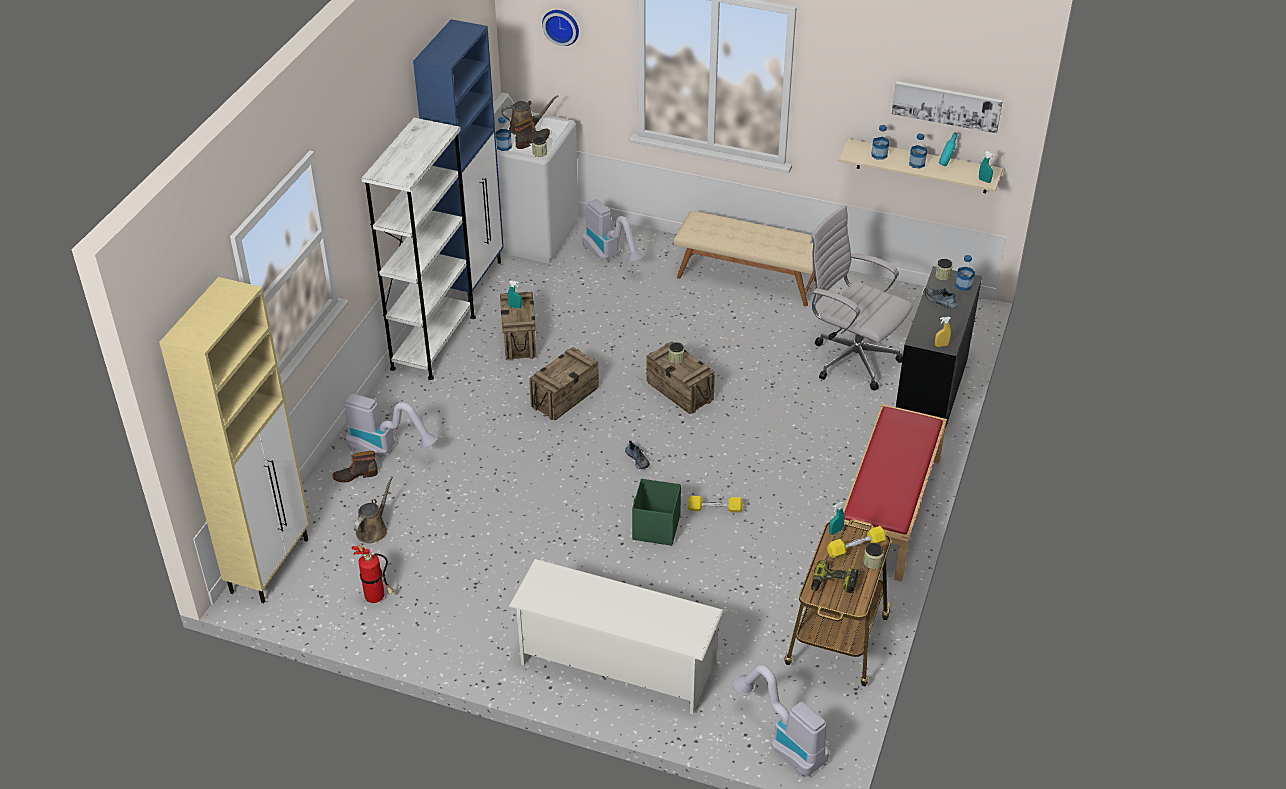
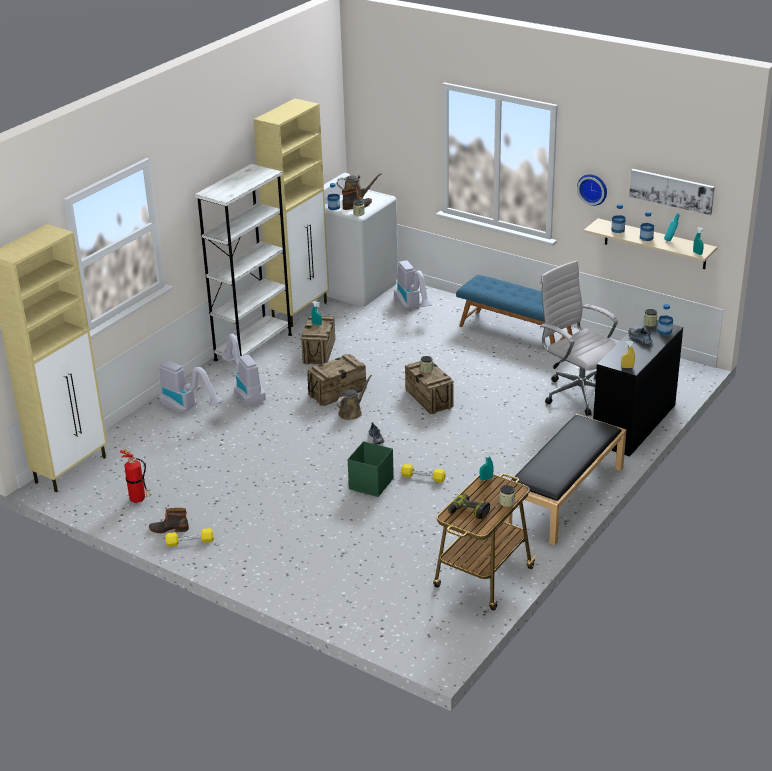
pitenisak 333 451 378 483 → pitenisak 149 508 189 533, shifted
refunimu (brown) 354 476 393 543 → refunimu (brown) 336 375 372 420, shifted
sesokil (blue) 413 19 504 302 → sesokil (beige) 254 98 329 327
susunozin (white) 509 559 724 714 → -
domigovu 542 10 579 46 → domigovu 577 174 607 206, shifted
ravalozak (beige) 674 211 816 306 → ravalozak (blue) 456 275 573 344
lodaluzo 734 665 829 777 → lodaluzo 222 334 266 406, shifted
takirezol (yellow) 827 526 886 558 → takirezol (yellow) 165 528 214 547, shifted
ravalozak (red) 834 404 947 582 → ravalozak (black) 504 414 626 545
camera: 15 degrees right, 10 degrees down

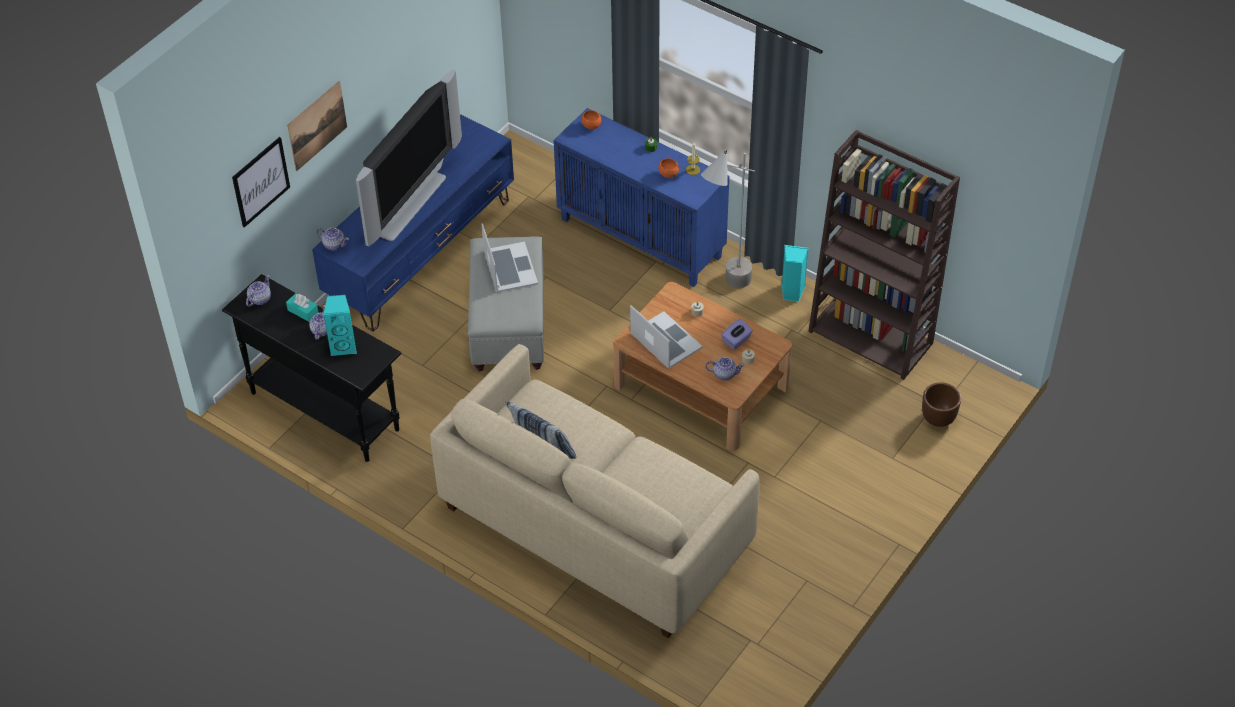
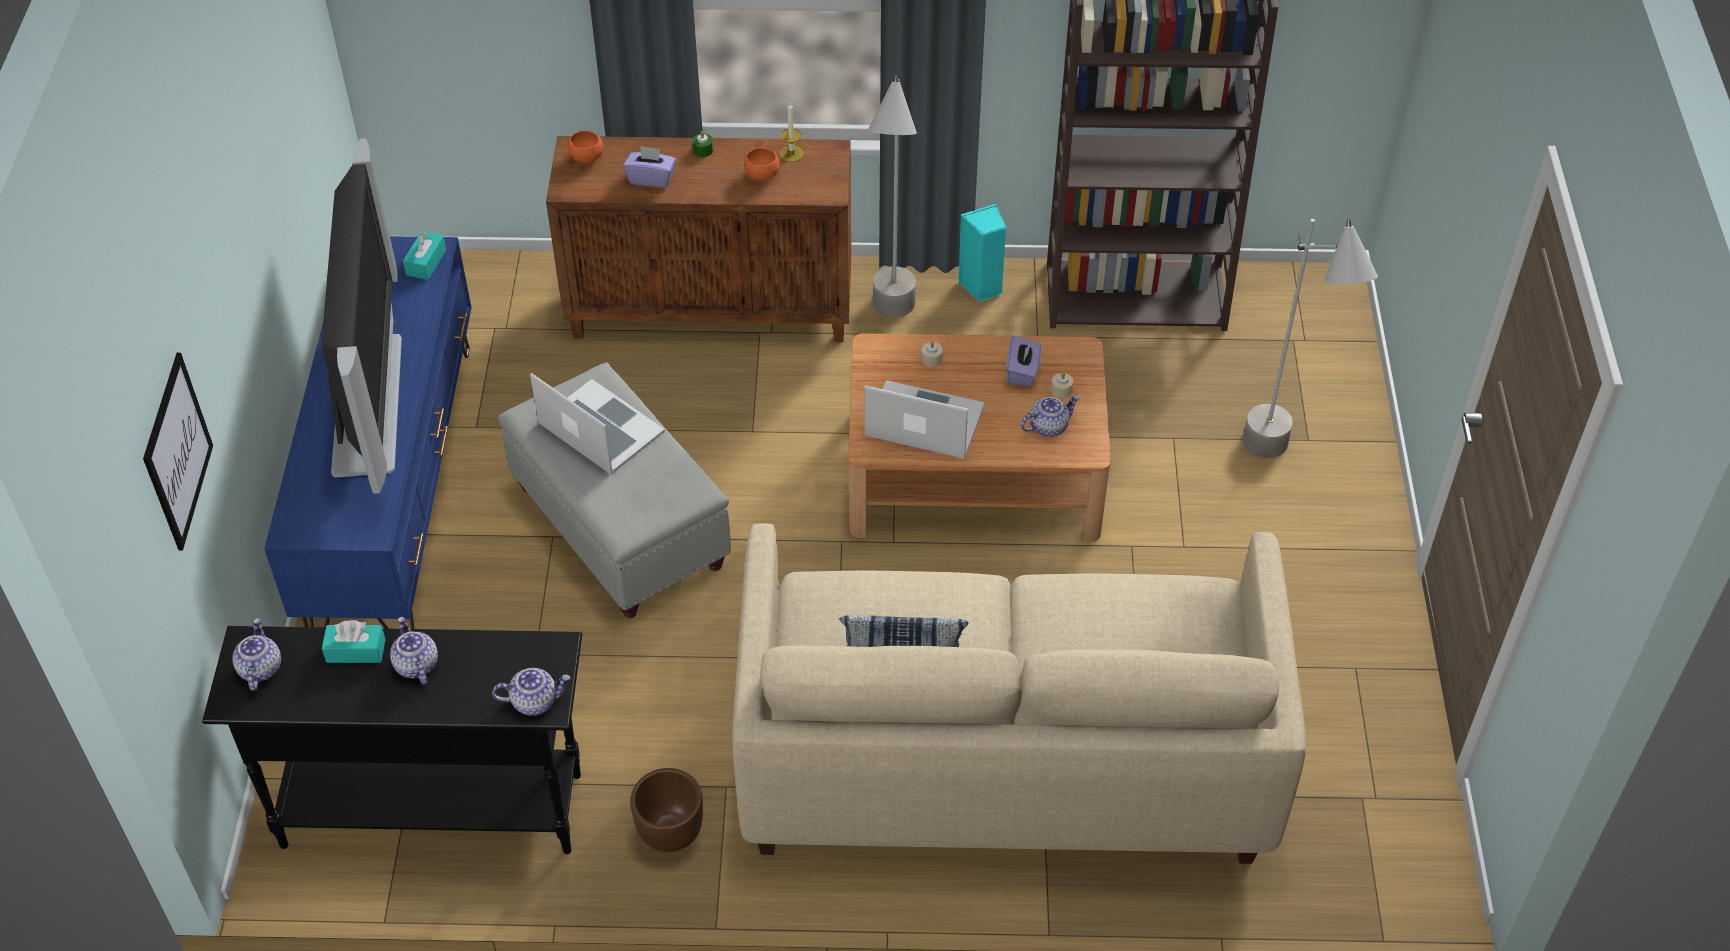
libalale 287 81 347 171 → -
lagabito 316 228 349 250 → lagabito 492 668 570 716, shifted
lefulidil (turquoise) 323 295 357 356 → -
sesokil (blue) 554 108 729 287 → sesokil (brown) 546 136 851 342
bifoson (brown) 922 382 961 427 → bifoson (brown) 630 768 703 852, shifted
- → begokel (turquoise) 403 231 446 280
- → begokel (purple) 623 146 676 188
- → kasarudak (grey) 1243 219 1378 458
camera: 35 degrees left, 0 degrees up

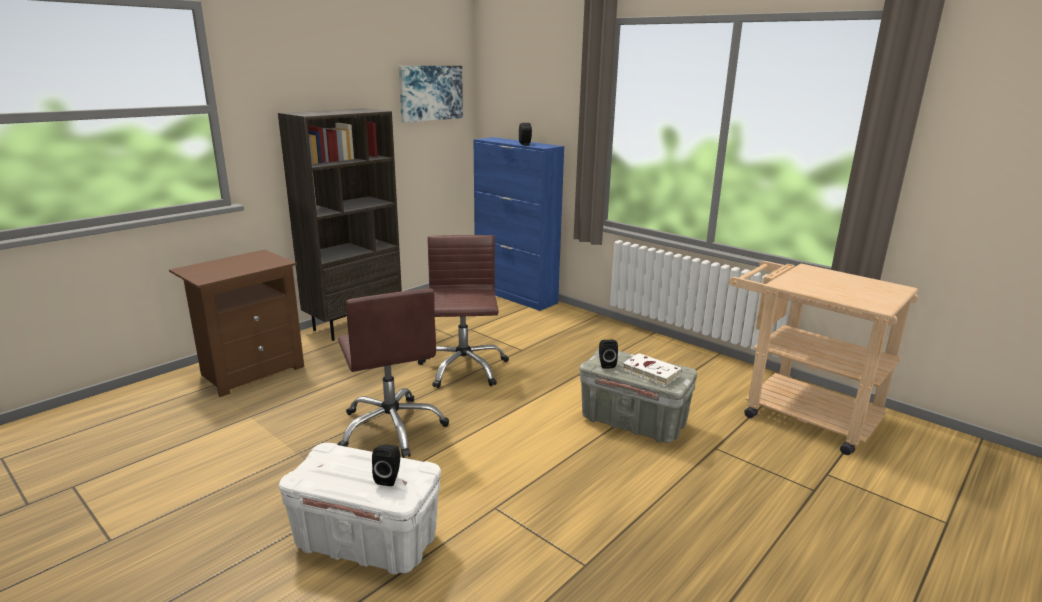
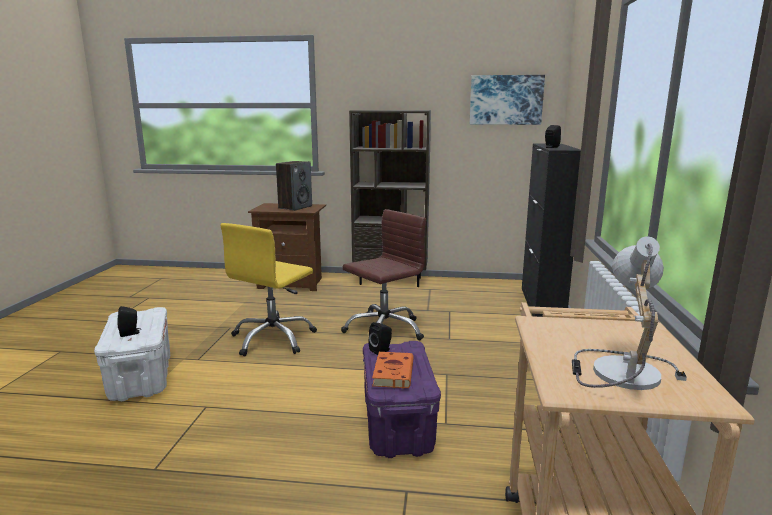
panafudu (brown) 338 289 449 458 → panafudu (yellow) 220 223 317 356
sesokil (blue) 473 137 564 311 → sesokil (black) 522 144 581 317
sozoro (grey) 580 349 697 443 → sozoro (purple) 363 341 441 458
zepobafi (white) 622 353 682 386 → zepobafi (orange) 372 352 414 389
- → lefulidil 276 161 312 211
- → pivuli 572 236 687 390
camera: 55 degrees right, 5 degrees down

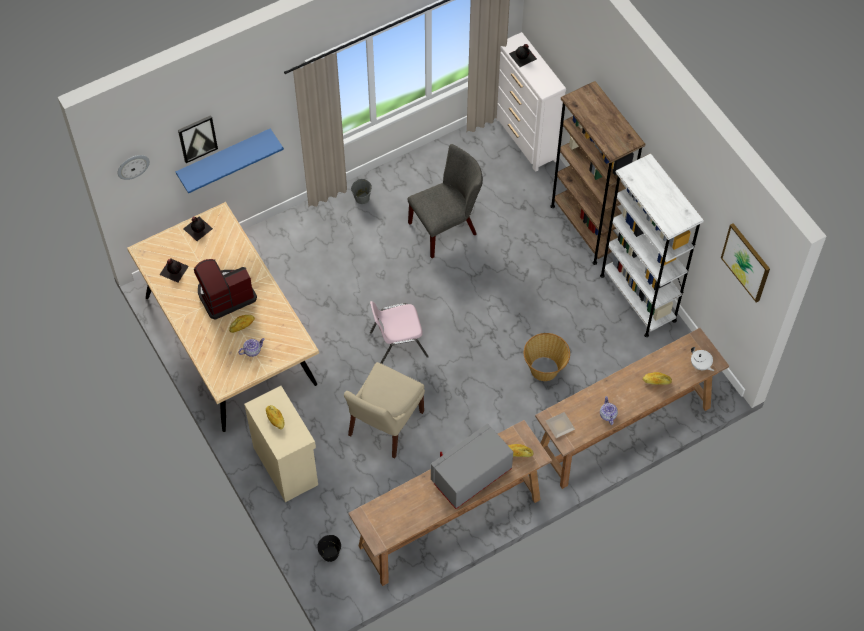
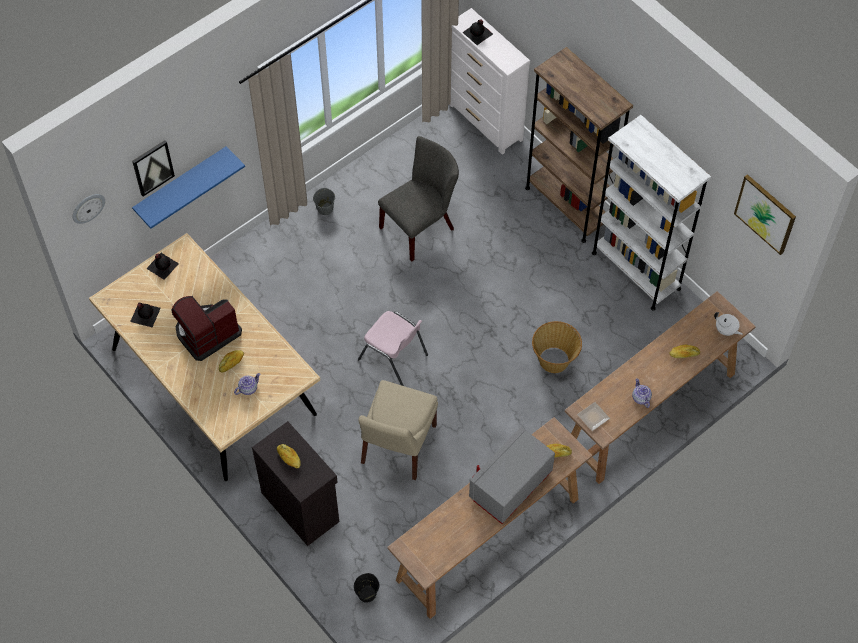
sesokil (beige) 244 386 318 502 → sesokil (black) 252 421 339 546
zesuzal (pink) 370 301 429 364 → zesuzal (pink) 358 311 428 386, 120 degrees counterclockwise
camera: 10 degrees left, 0 degrees up

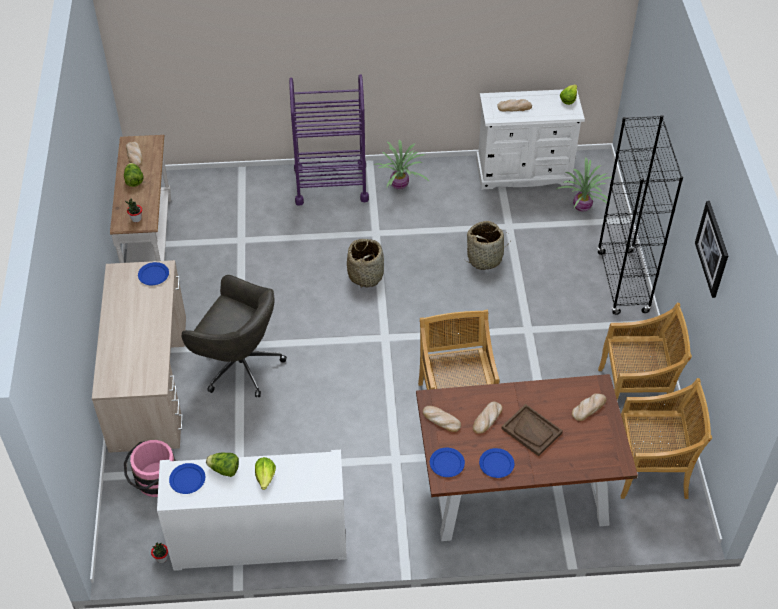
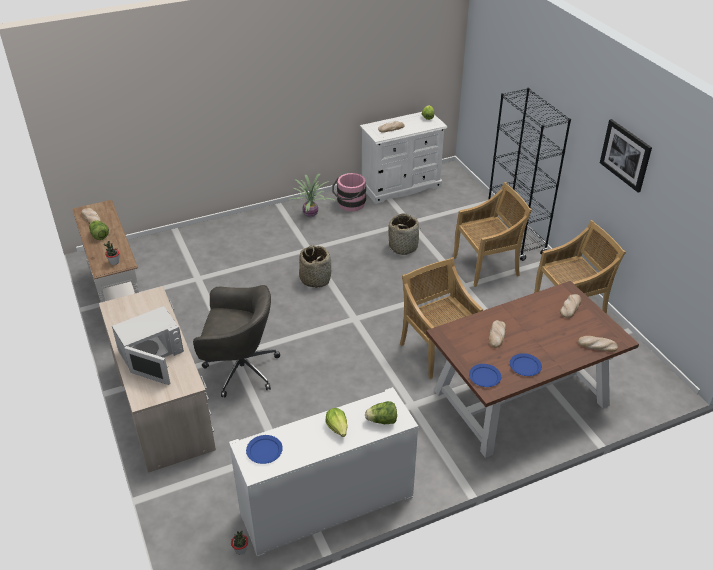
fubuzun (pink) 124 440 175 497 → fubuzun (pink) 332 173 366 211, shifted
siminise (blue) 138 262 169 285 → -
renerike 206 453 239 477 → renerike 365 401 397 424, shifted
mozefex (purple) 289 74 369 206 → -
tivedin 423 406 461 432 → tivedin 578 336 618 352, shifted
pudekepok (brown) 501 404 563 456 → -
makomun 555 158 612 212 → -
zesuzal (beige) 621 378 712 499 → zesuzal (beige) 453 182 532 287, shifted
- → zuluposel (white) 112 306 184 385
camera: 20 degrees left, 10 degrees down

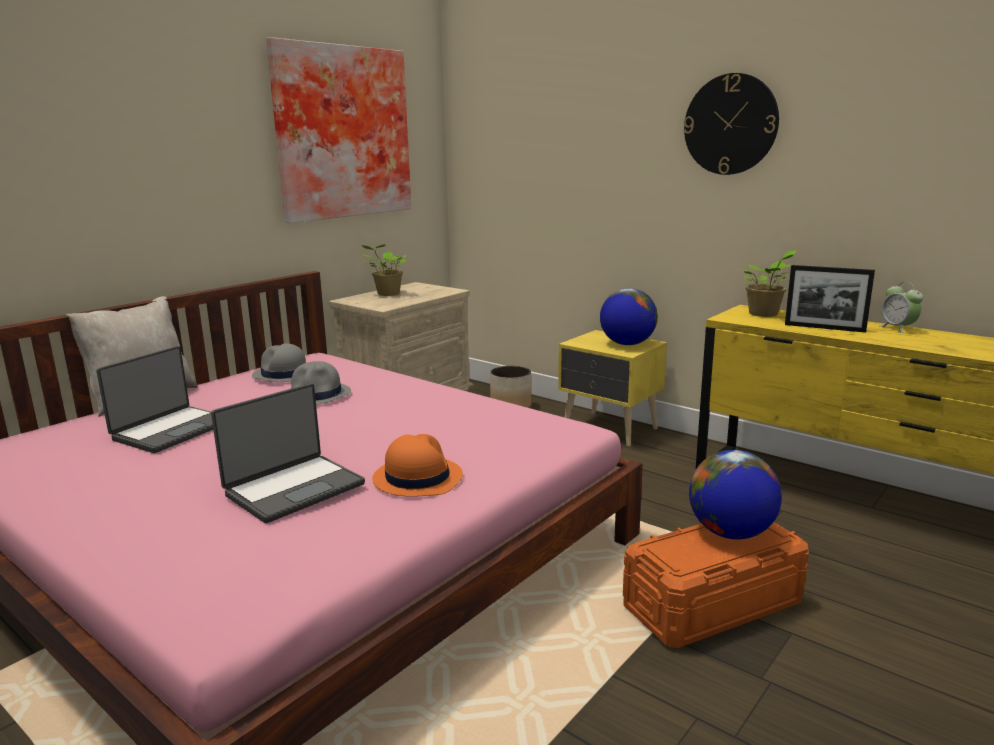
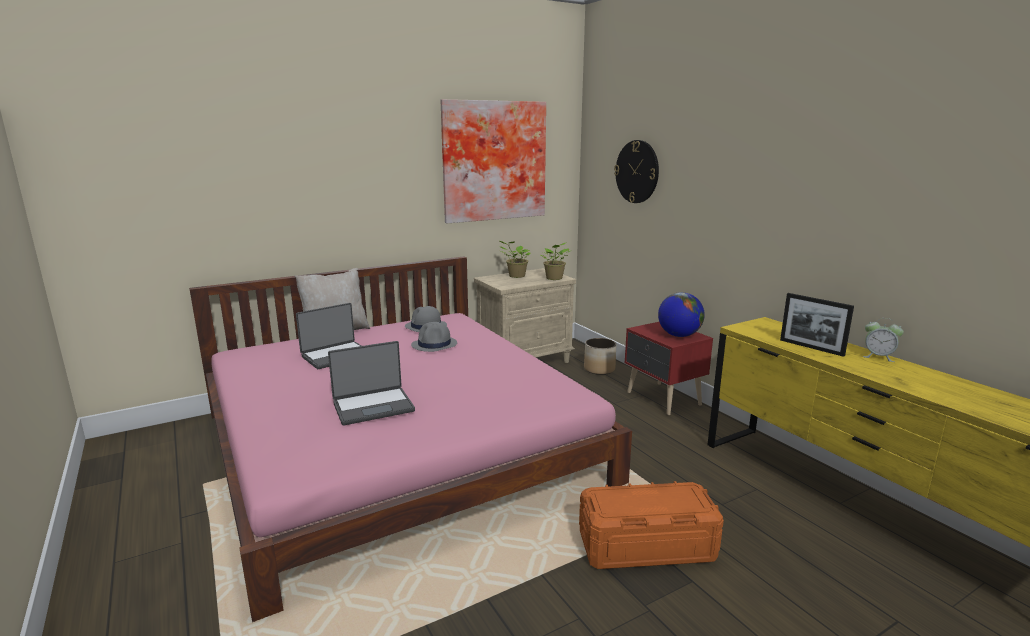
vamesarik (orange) 372 434 463 497 → -
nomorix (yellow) 558 330 667 446 → nomorix (red) 625 322 713 415
domigovu 684 73 779 175 → domigovu 614 140 659 203, shifted
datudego 689 450 782 539 → -
makomun 742 250 796 317 → makomun 541 242 570 280, shifted
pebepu 880 282 923 333 → pebepu 863 318 904 362, 60 degrees counterclockwise
camera: 20 degrees right, 0 degrees up

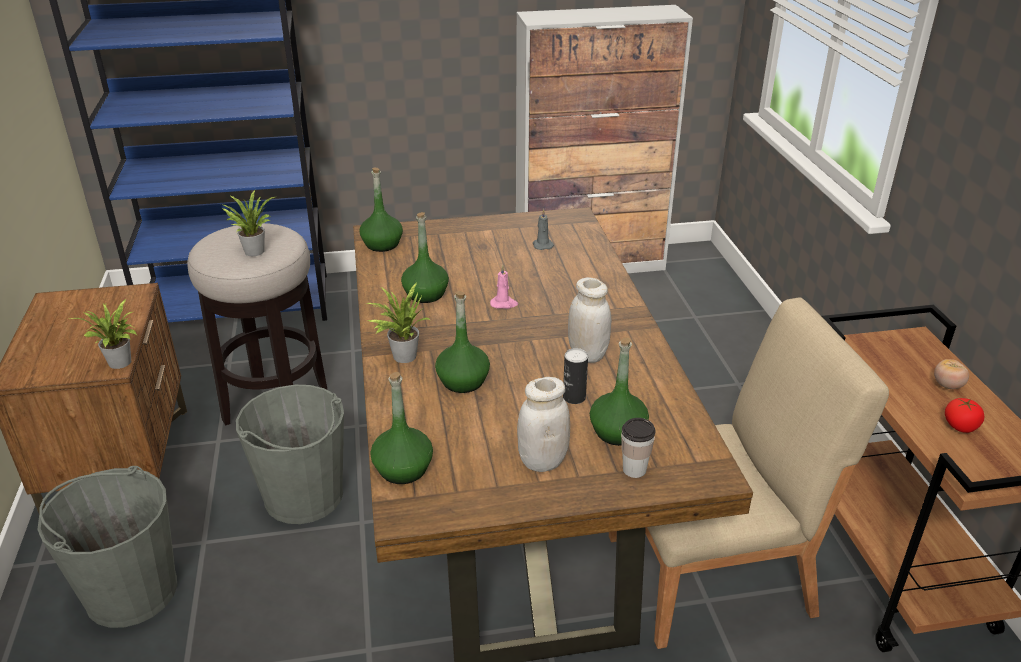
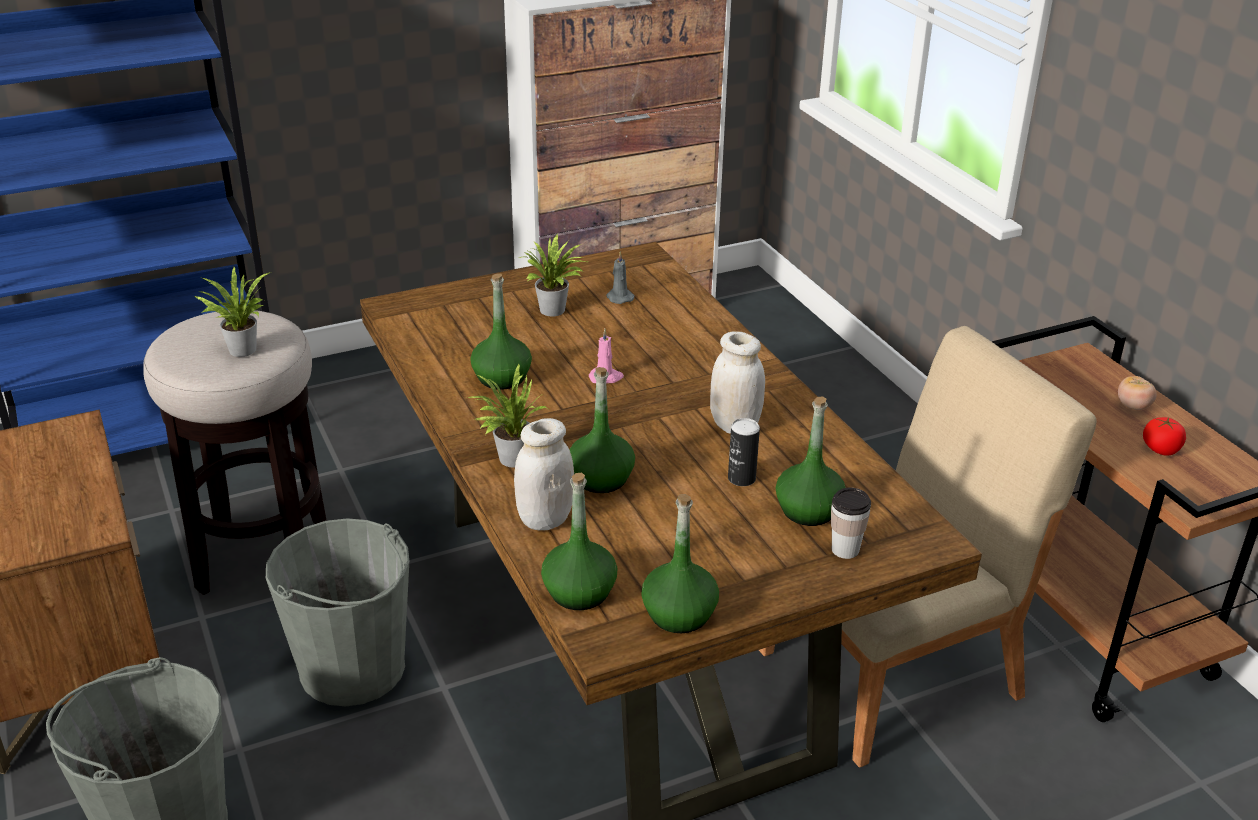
makomun 69 299 137 369 → makomun 519 234 586 317, shifted
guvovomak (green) 359 167 403 252 → guvovomak (green) 641 494 719 633, shifted
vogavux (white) 517 377 570 472 → vogavux (white) 514 418 574 531, shifted
camera: 15 degrees left, 0 degrees up

